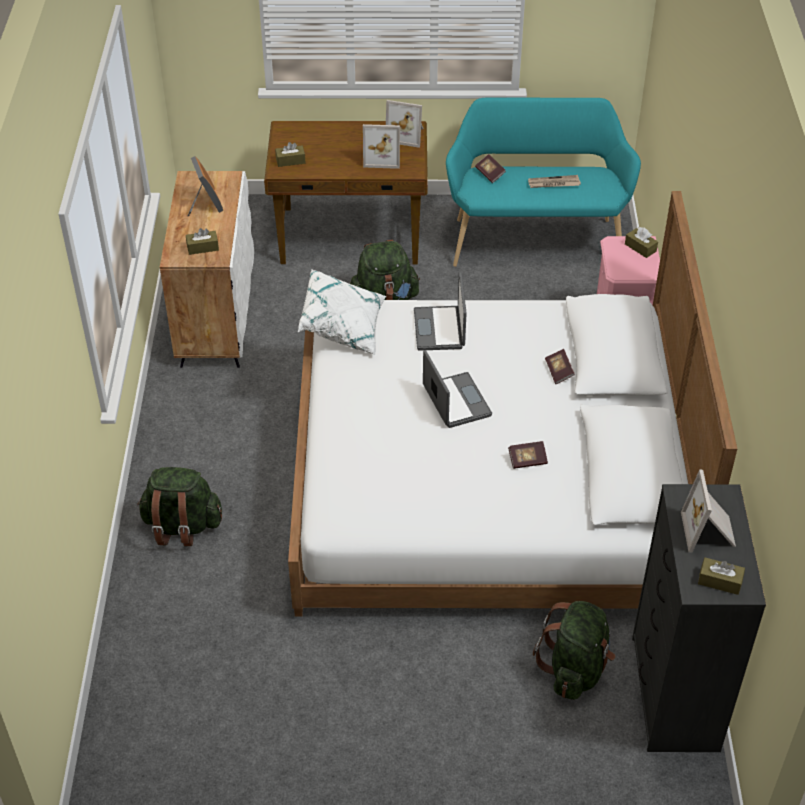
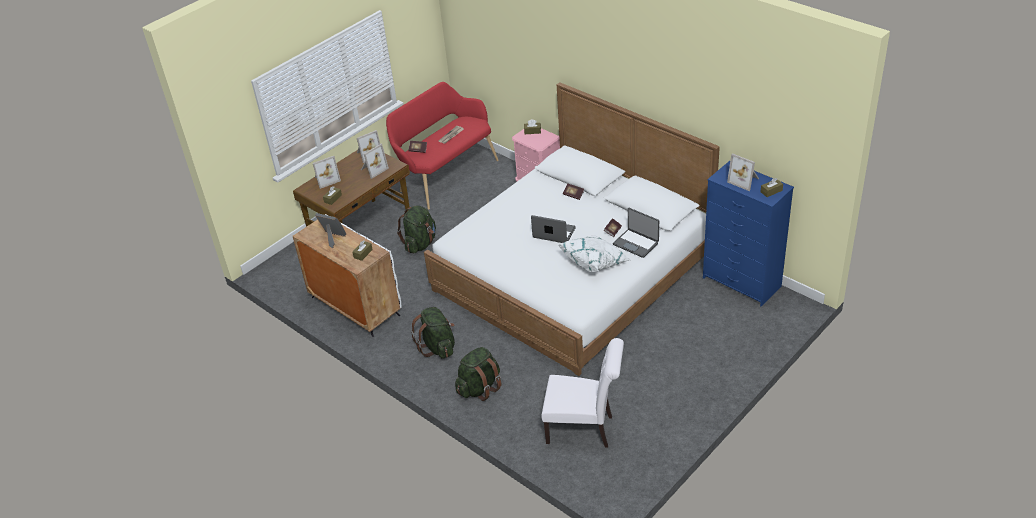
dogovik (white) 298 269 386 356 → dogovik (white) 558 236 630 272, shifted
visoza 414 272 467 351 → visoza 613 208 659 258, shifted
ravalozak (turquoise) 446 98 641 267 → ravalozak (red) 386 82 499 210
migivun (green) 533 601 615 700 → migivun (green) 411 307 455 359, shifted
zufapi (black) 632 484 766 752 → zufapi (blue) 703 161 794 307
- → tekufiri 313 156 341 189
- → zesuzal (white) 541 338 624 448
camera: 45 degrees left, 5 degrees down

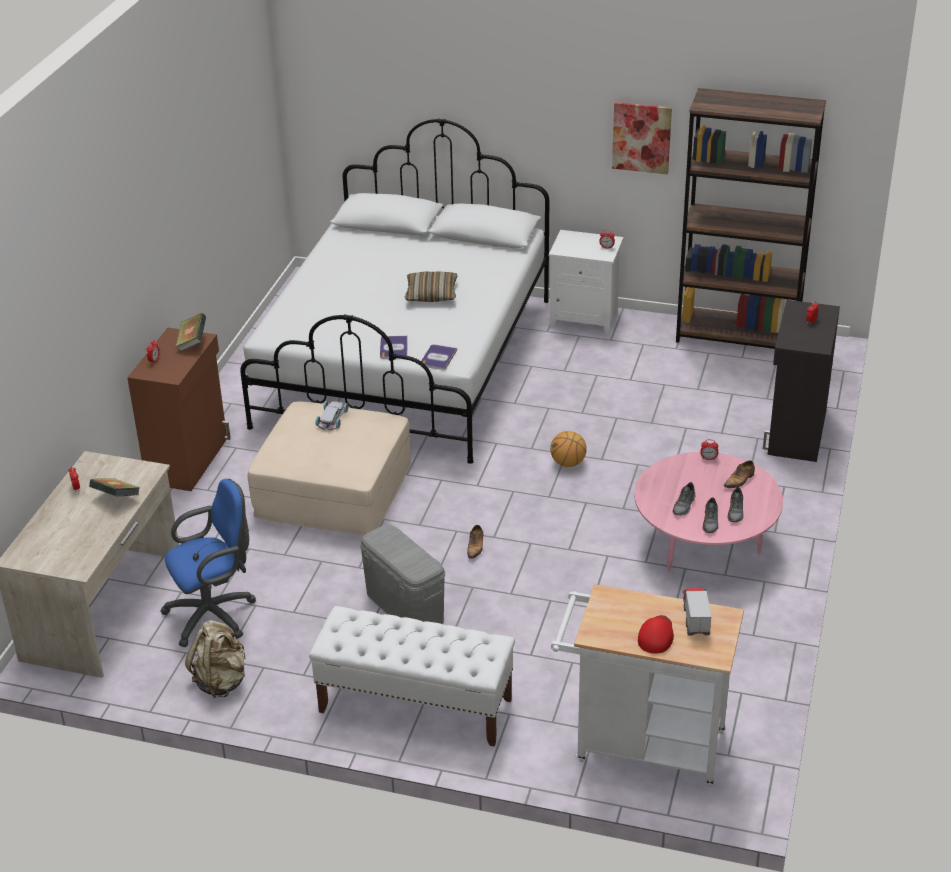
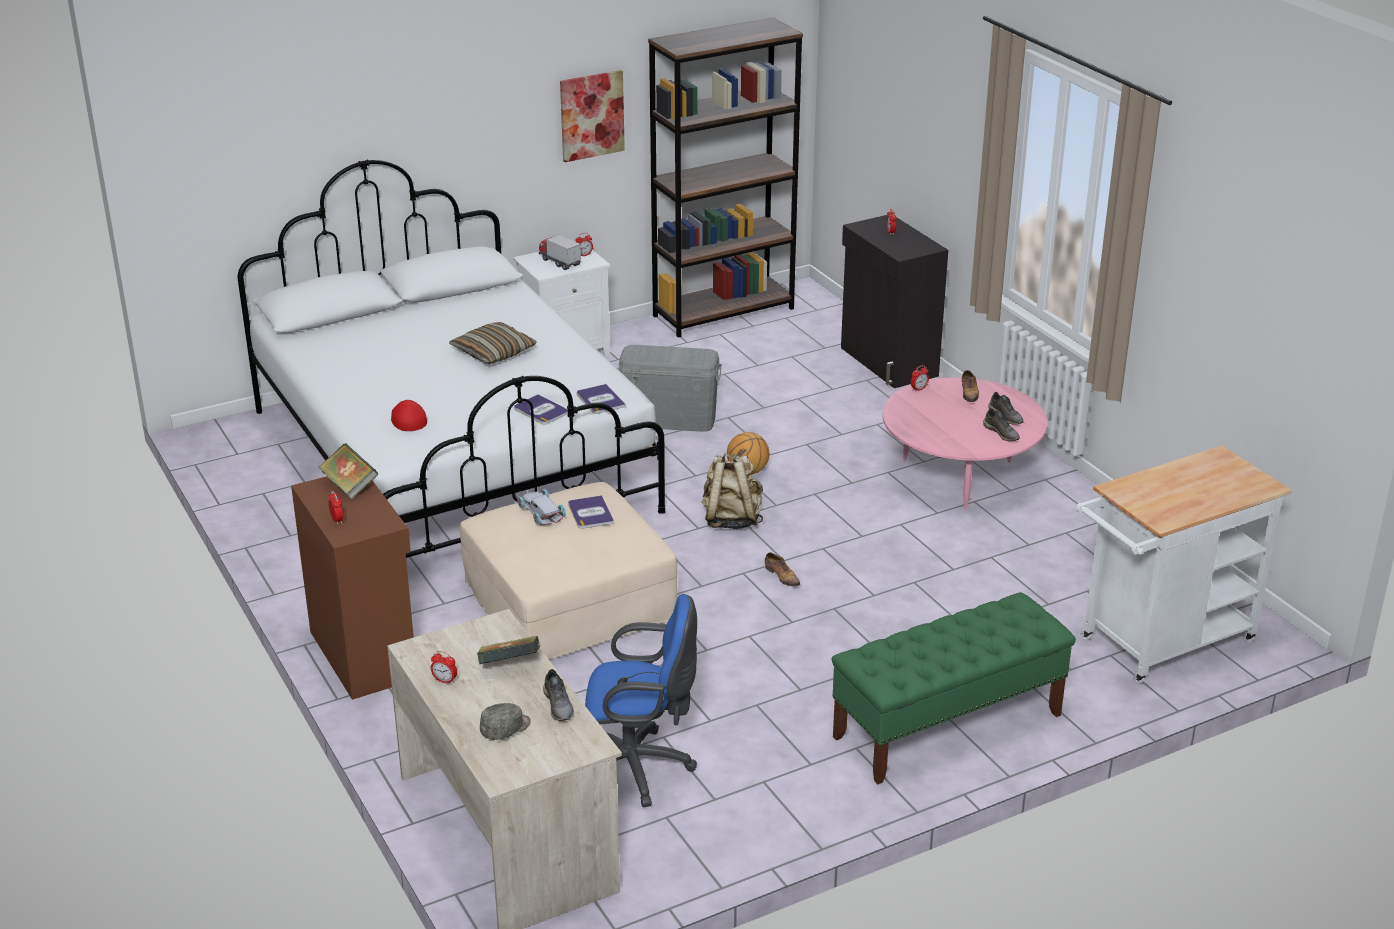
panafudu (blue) 160 479 256 647 → panafudu (blue) 585 594 697 807, 75 degrees clockwise
migivun (beige) 185 620 246 698 → migivun (beige) 701 453 763 529, shifted
ravalozak (white) 309 606 515 747 → ravalozak (green) 832 592 1076 784
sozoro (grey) 360 524 445 624 → sozoro (grey) 617 345 722 432, shifted
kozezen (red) 638 615 674 654 → kozezen (red) 391 400 427 431, shifted
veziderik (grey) 672 482 695 516 → veziderik (grey) 543 669 574 721, shifted
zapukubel 683 588 711 636 → zapukubel 539 235 581 270, shifted
- → kozezen (grey) 480 703 531 740
- → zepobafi 568 495 614 529
camera: 45 degrees left, 5 degrees down

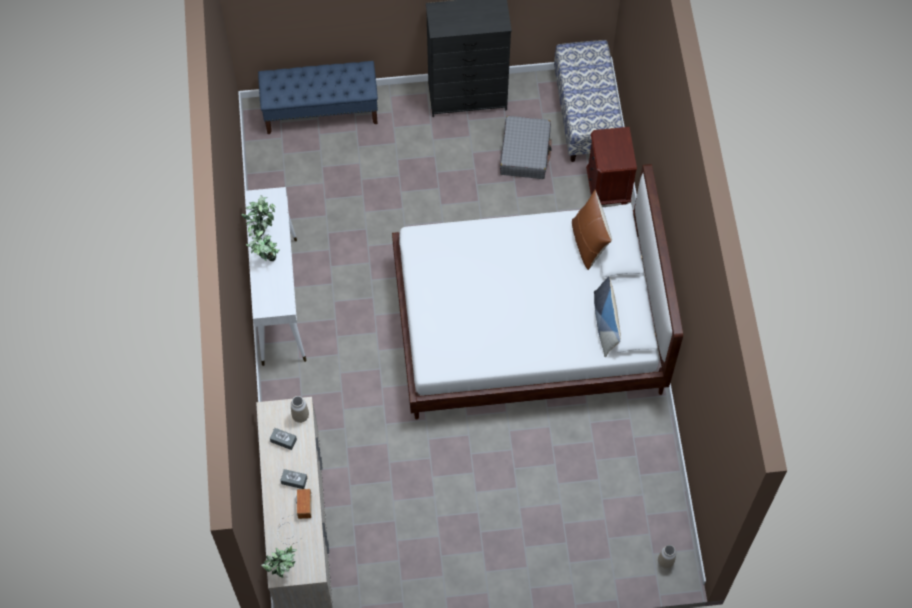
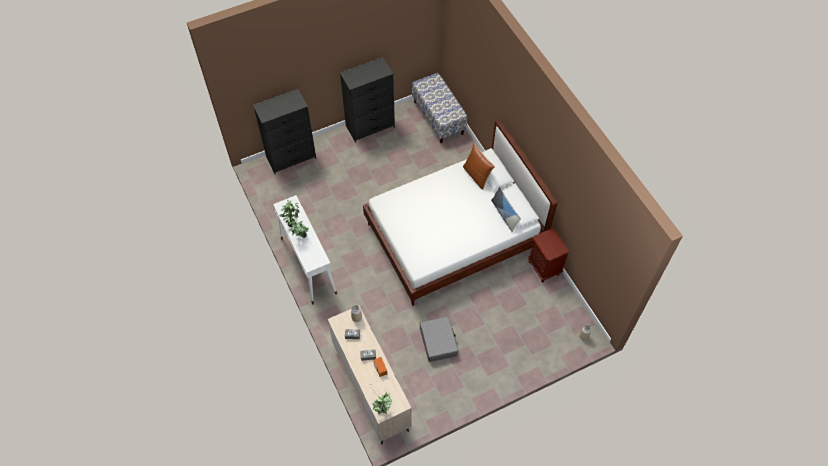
ravalozak (blue) 258 61 378 134 → zufapi (black) 253 89 316 174
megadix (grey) 500 116 552 179 → megadix (grey) 420 317 458 362, shifted
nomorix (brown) 586 127 637 205 → nomorix (brown) 528 228 569 283, shifted
camera: 20 degrees left, 5 degrees down

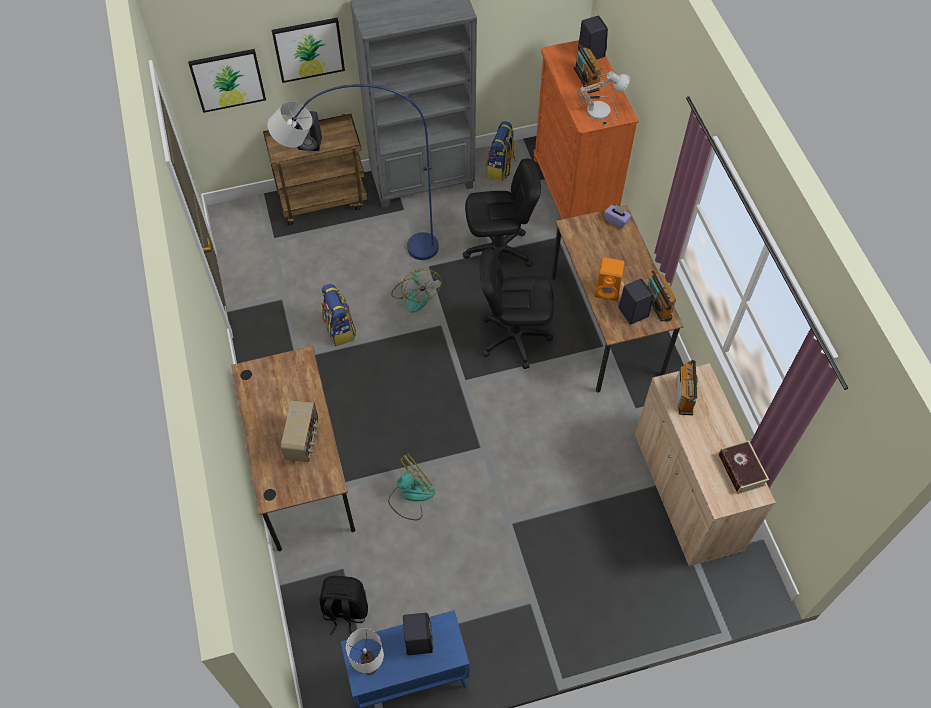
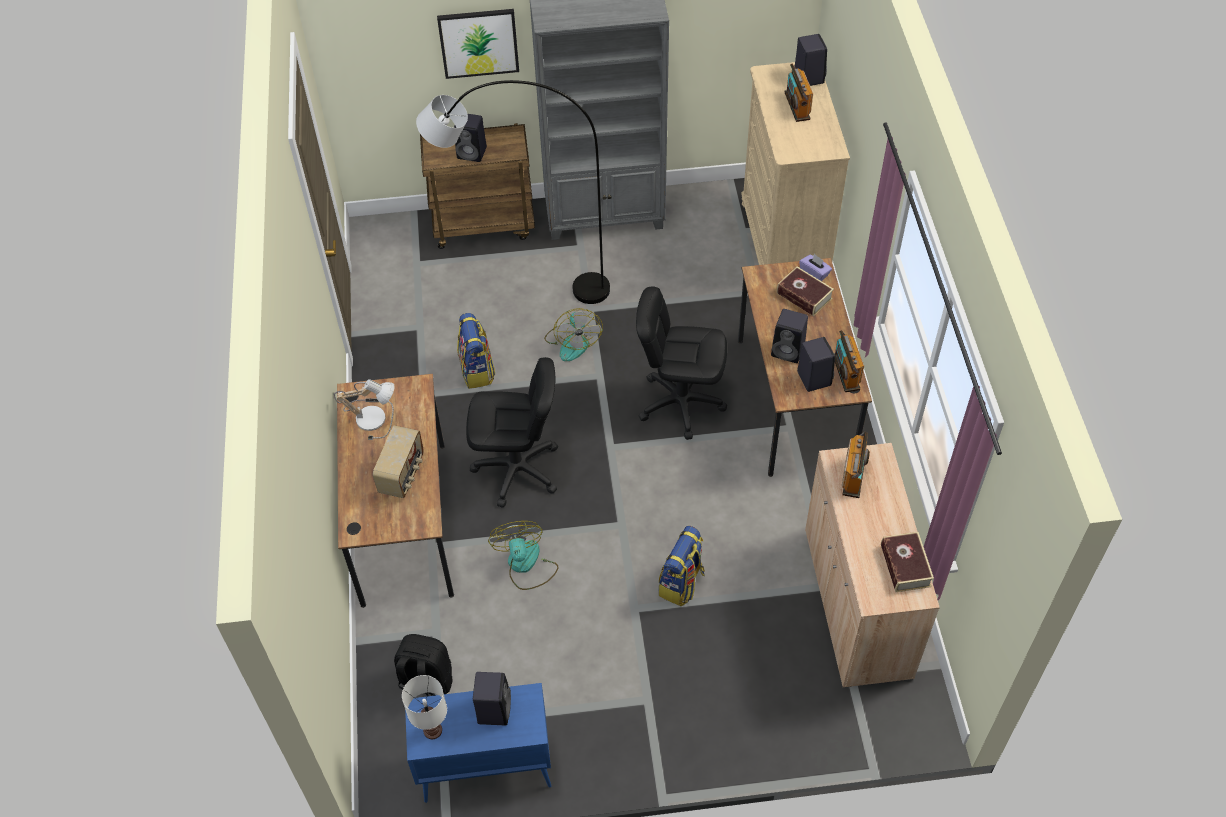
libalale 188 49 266 113 → -
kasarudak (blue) 267 84 439 260 → kasarudak (grey) 416 80 610 304
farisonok 388 454 435 520 → farisonok 488 521 559 590, 75 degrees counterclockwise
panafudu (black) 463 158 541 267 → panafudu (black) 466 357 558 508, shifted
migivun 486 121 516 181 → migivun 658 526 705 606, shifted
zufapi (orange) 534 40 639 219 → zufapi (beige) 741 62 850 265
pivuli 577 71 630 125 → pivuli 334 379 395 440, shifted
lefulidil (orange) 594 257 624 301 → lefulidil (black) 771 309 808 363
- → zepobafi 777 267 834 316
camera: 10 degrees right, 5 degrees down

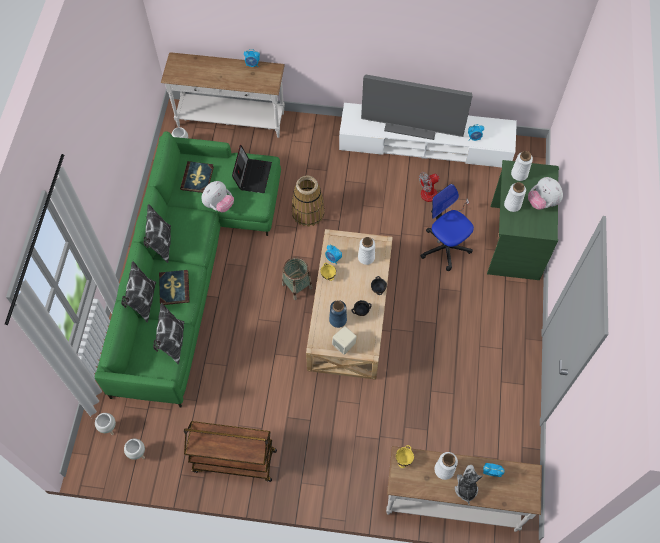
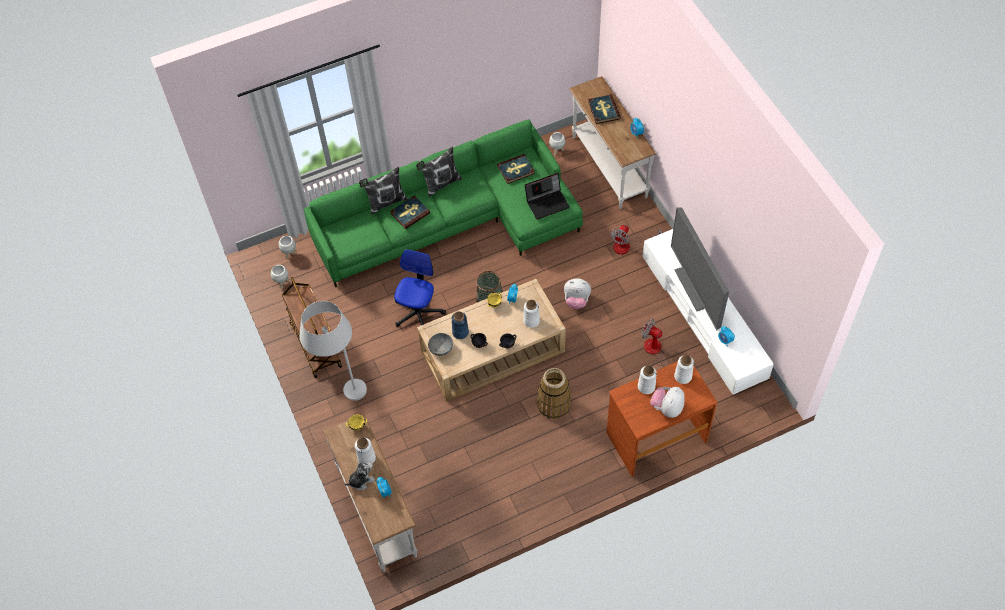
dogovik 153 302 185 364 → -
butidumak 201 181 234 213 → butidumak 564 278 591 309, shifted
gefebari 291 175 325 227 → gefebari 536 368 572 419, shifted
lefulidil (beige) 332 326 357 355 → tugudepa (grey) 428 333 453 356
panafudu 420 184 474 271 → panafudu 394 249 446 327, shifted
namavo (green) 487 160 559 280 → namavo (brown) 606 361 718 477
- → kasarudak (white) 300 301 367 401
- → zepobafi 588 95 621 124
- → farisonok 610 225 662 254
camera: 60 degrees right, 5 degrees down

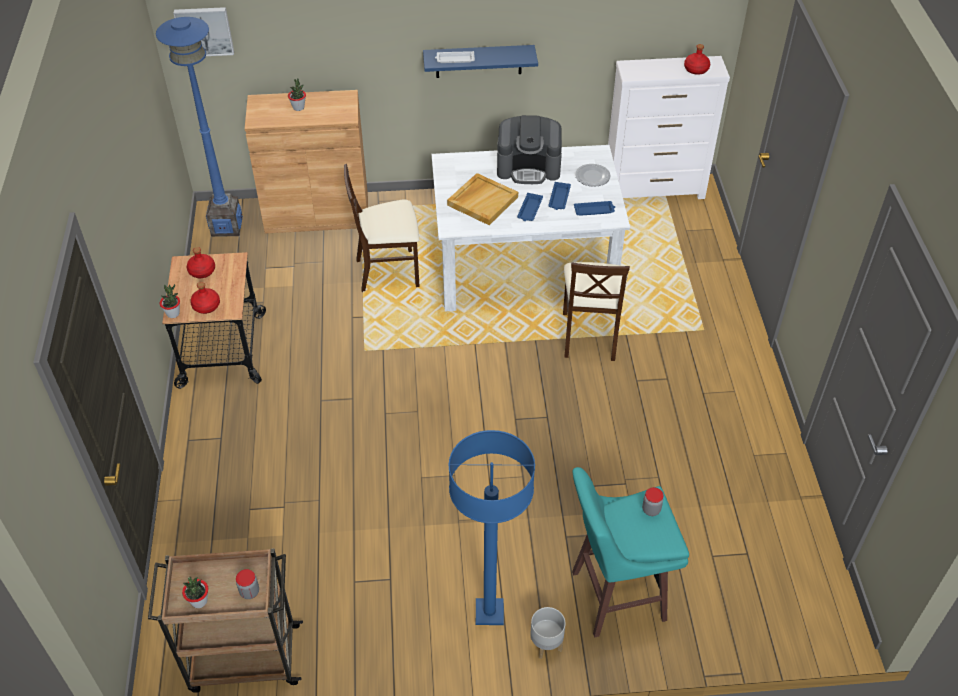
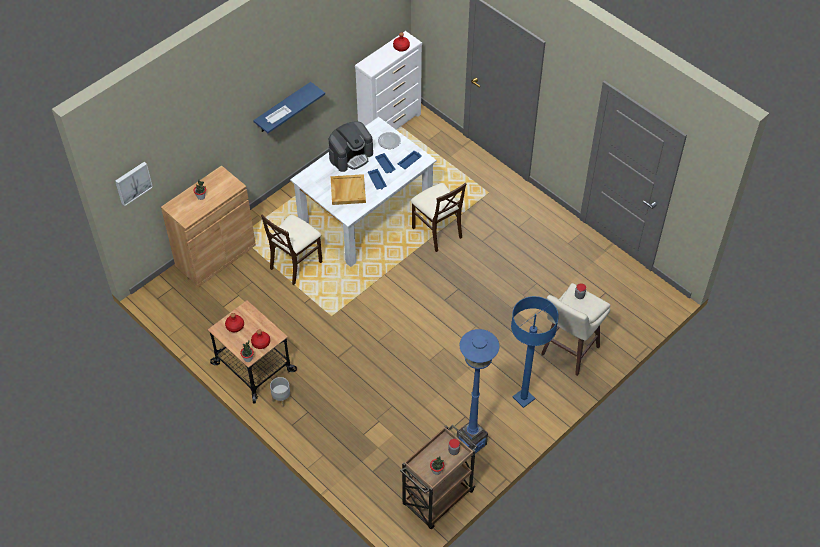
kasarudak (blue) 156 17 243 237 → kasarudak (blue) 457 329 499 454, shifted
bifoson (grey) 530 607 565 659 → bifoson (grey) 270 377 291 407, shifted
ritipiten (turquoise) 572 467 689 638 → ritipiten (beige) 541 283 611 376
camera: 40 degrees left, 5 degrees up

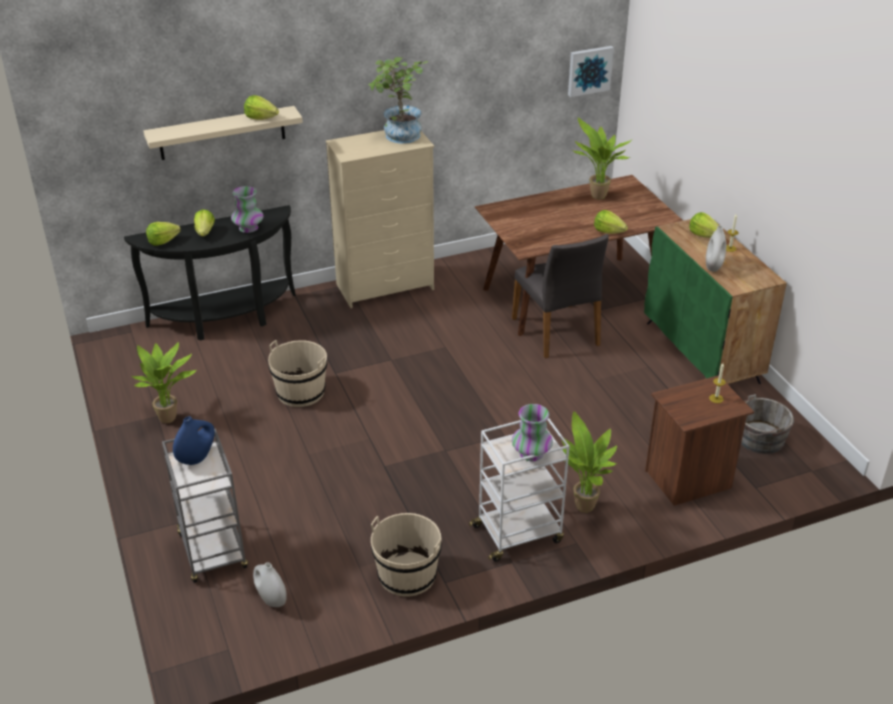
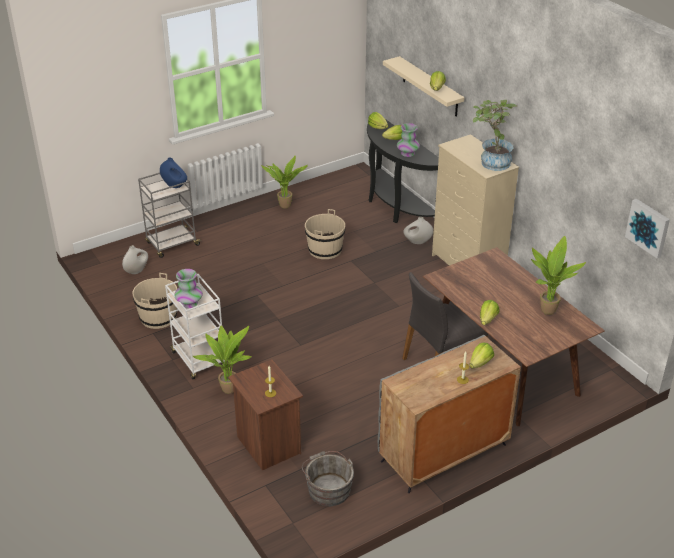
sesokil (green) 644 219 787 384 → sesokil (grey) 378 335 521 493
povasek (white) 706 225 726 272 → povasek (white) 403 217 433 244, shifted
camera: 80 degrees right, 0 degrees up

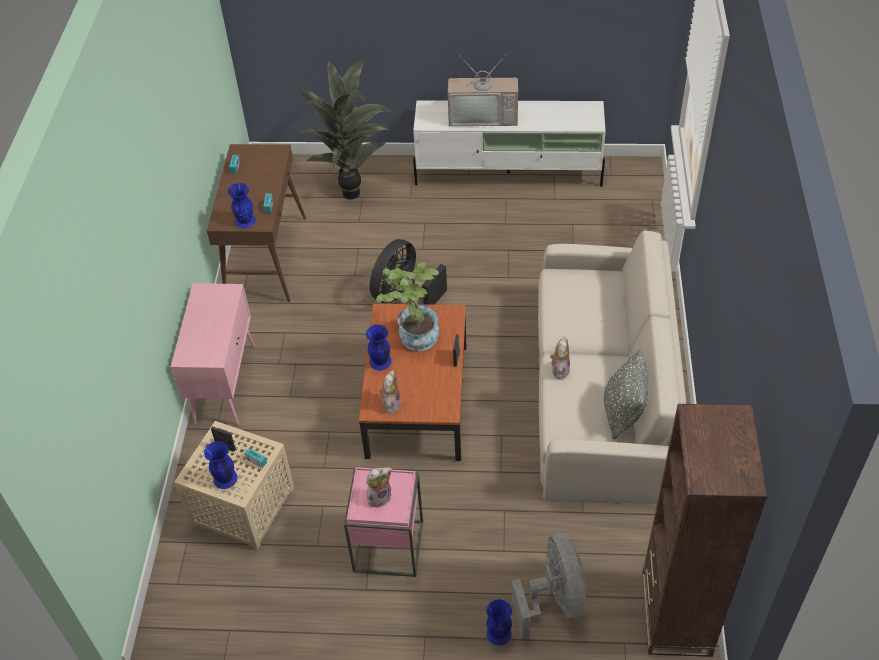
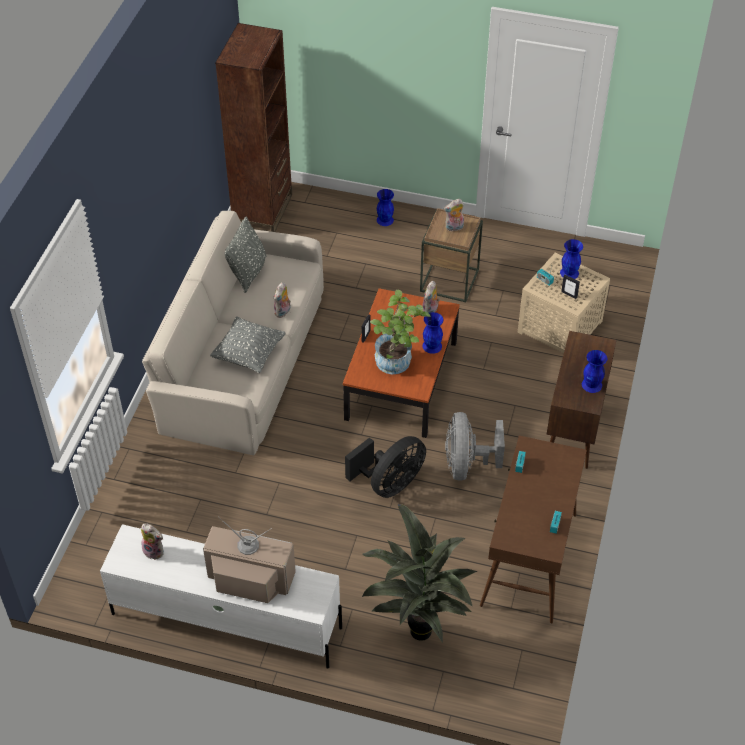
sesokil (pink) 171 283 255 425 → sesokil (brown) 547 331 617 469
povasek (blue) 228 183 256 229 → povasek (blue) 582 350 607 393, shifted
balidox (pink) 344 467 423 577 → balidox (brown) 420 208 483 302
farisonok (grey) 512 533 587 639 → farisonok (grey) 445 412 505 481, shifted
- → butidumak 141 524 164 560
- → dogovik (grey) 210 316 286 373
camera: 170 degrees left, 0 degrees up

